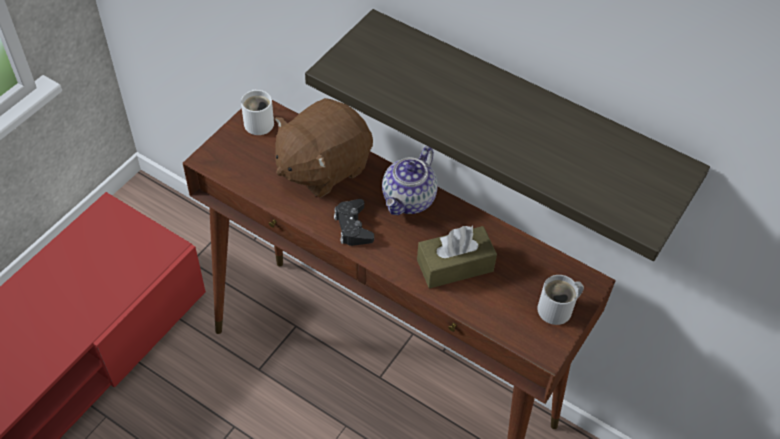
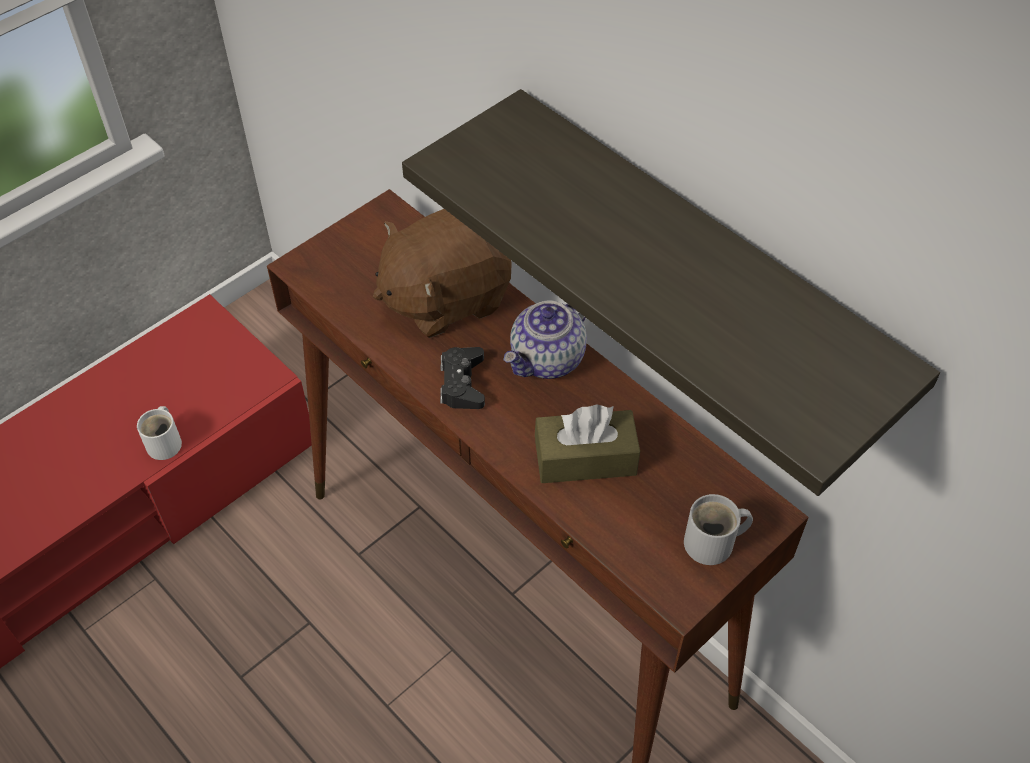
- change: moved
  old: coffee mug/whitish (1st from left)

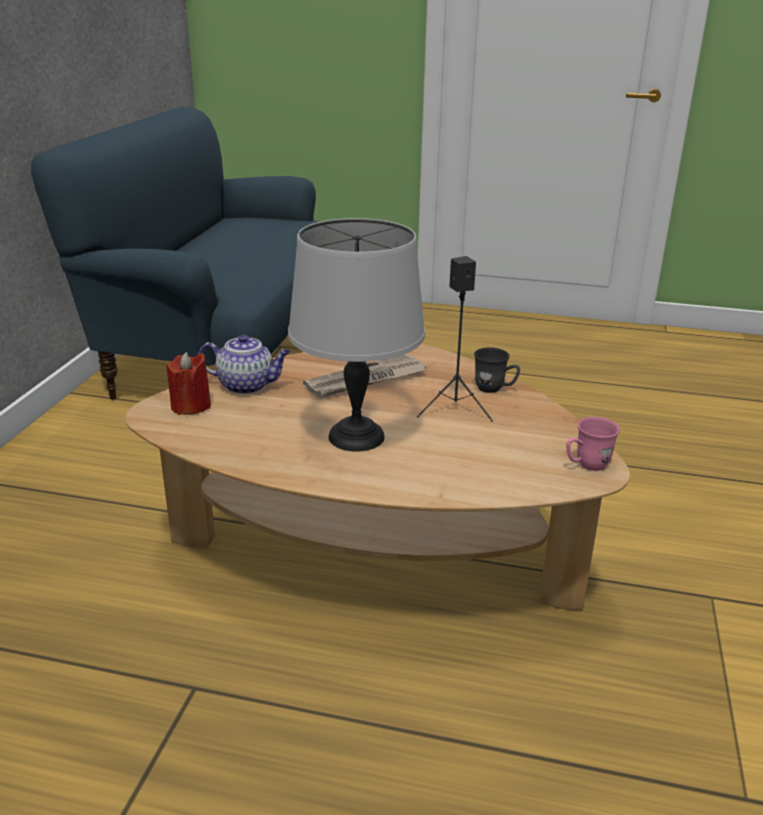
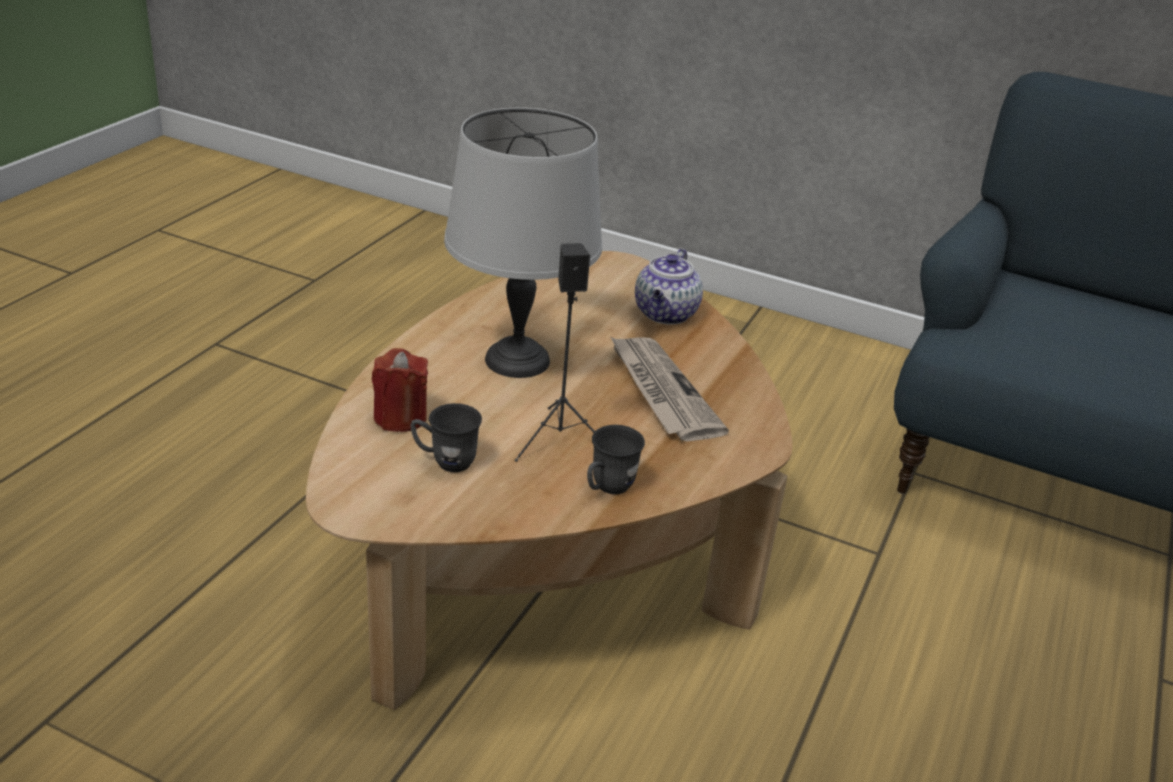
- change: moved
  old: wax candle/red
- change: removed
  old: coffee mug/pink-coloured
- change: added
  new: coffee mug/gray (1st from left)

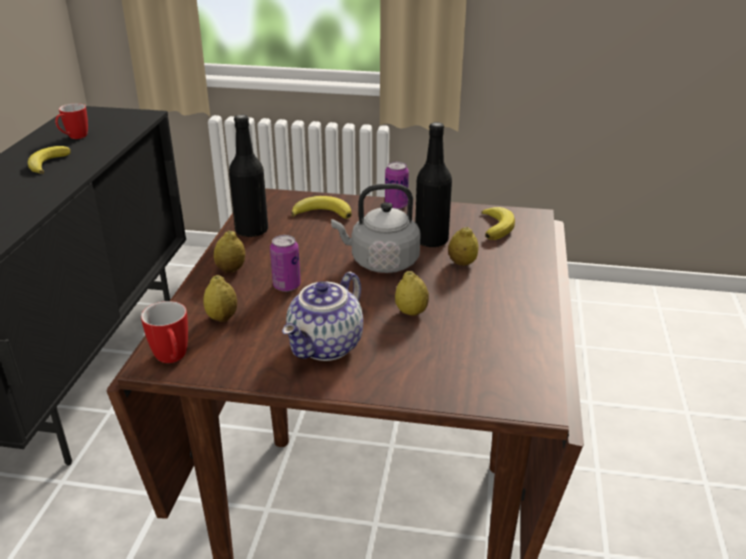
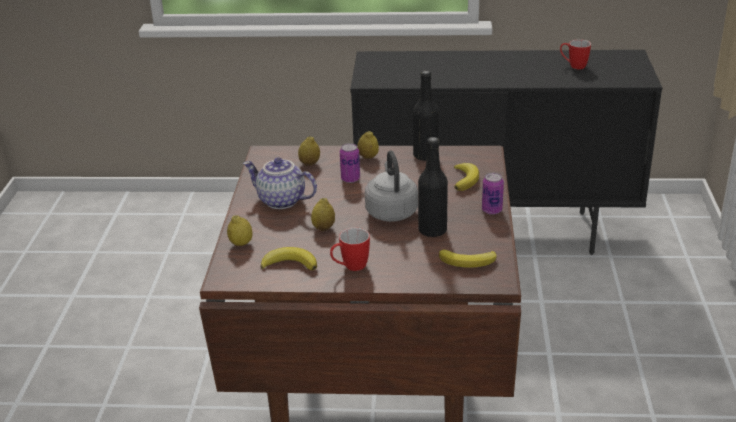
- change: moved
  old: whole banana (1st from left)
- change: moved
  old: coffee mug (2nd from left in the first image)
  new: coffee mug (1st from left)
- change: moved
  old: lemon (4th from left in the first image)
  new: lemon (1st from left)

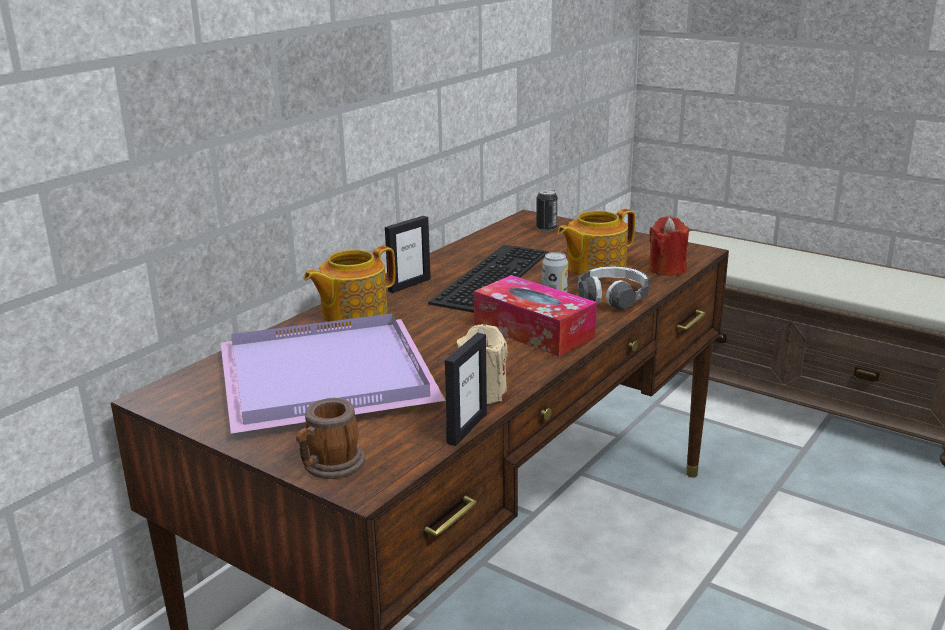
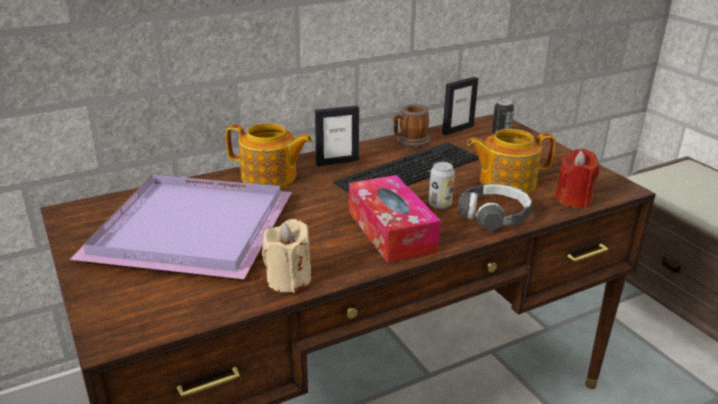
- change: moved
  old: coffee mug
- change: turned
  old: pot for tea (1st from left)
  degrees: -150
- change: moved
  old: picture frame (2nd from left)

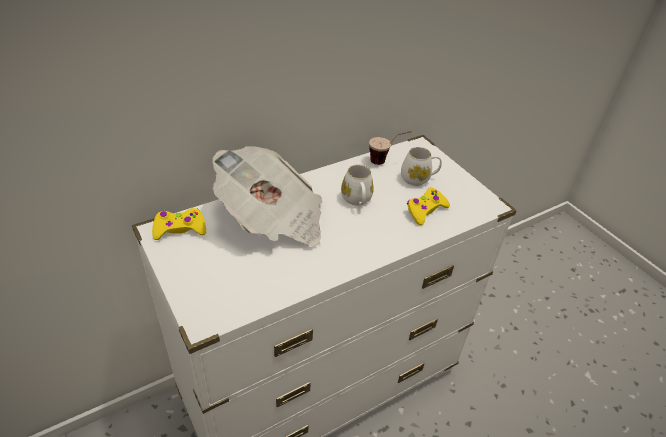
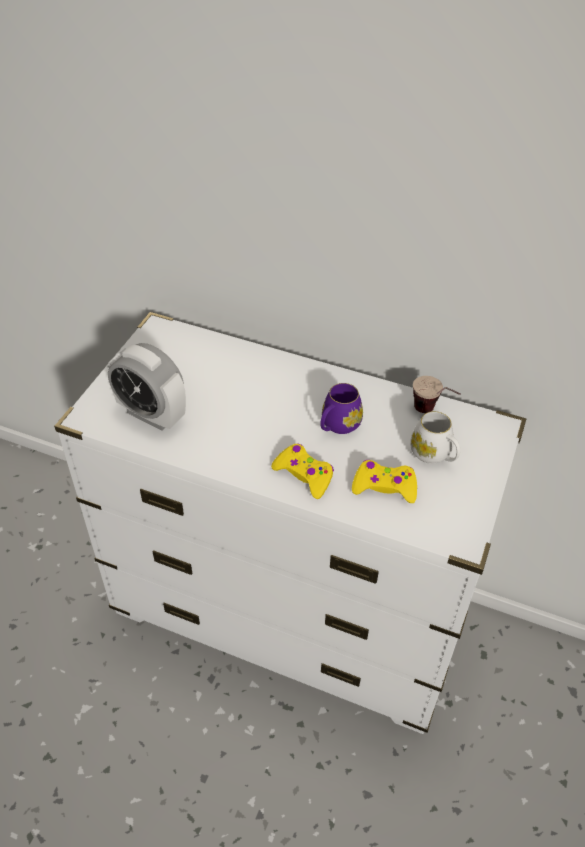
- change: moved
  old: game controller/yellowish (1st from left)
- change: removed
  old: daily paper
- change: recoloured
  old: coffee mug/whitish (1st from left)
  new: coffee mug/purplish
- change: added
  new: alarm clock

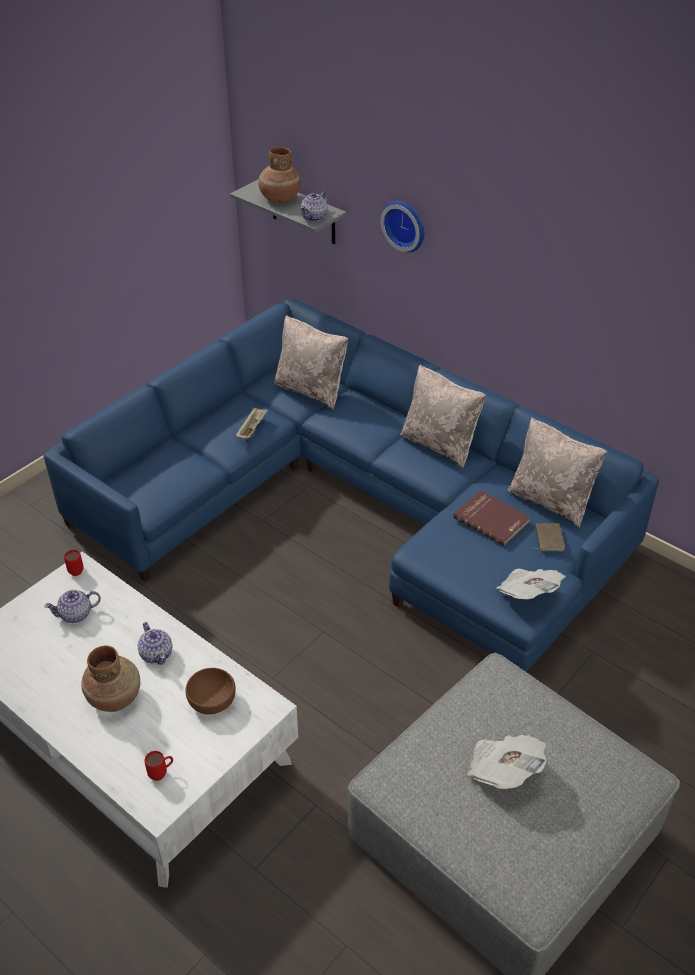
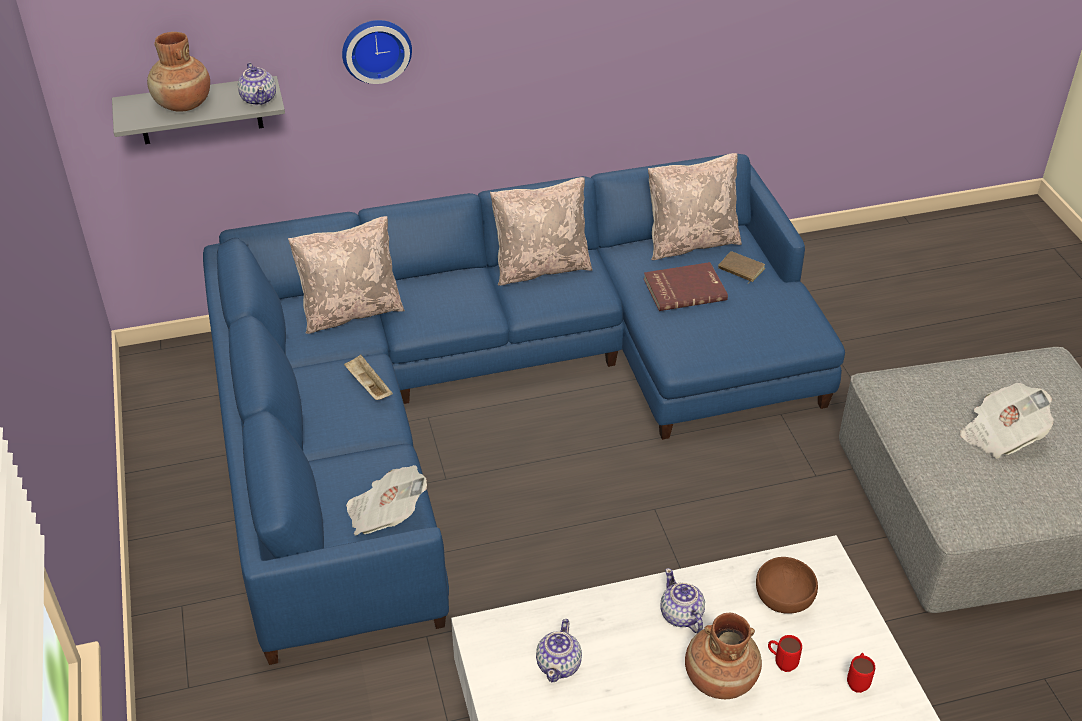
- change: moved
  old: coffee mug/red (1st from left)
- change: turned
  old: pot for tea (2nd from left in the first image)
  degrees: -120
- change: moved
  old: daily paper (2nd from left in the first image)
  new: daily paper (1st from left)

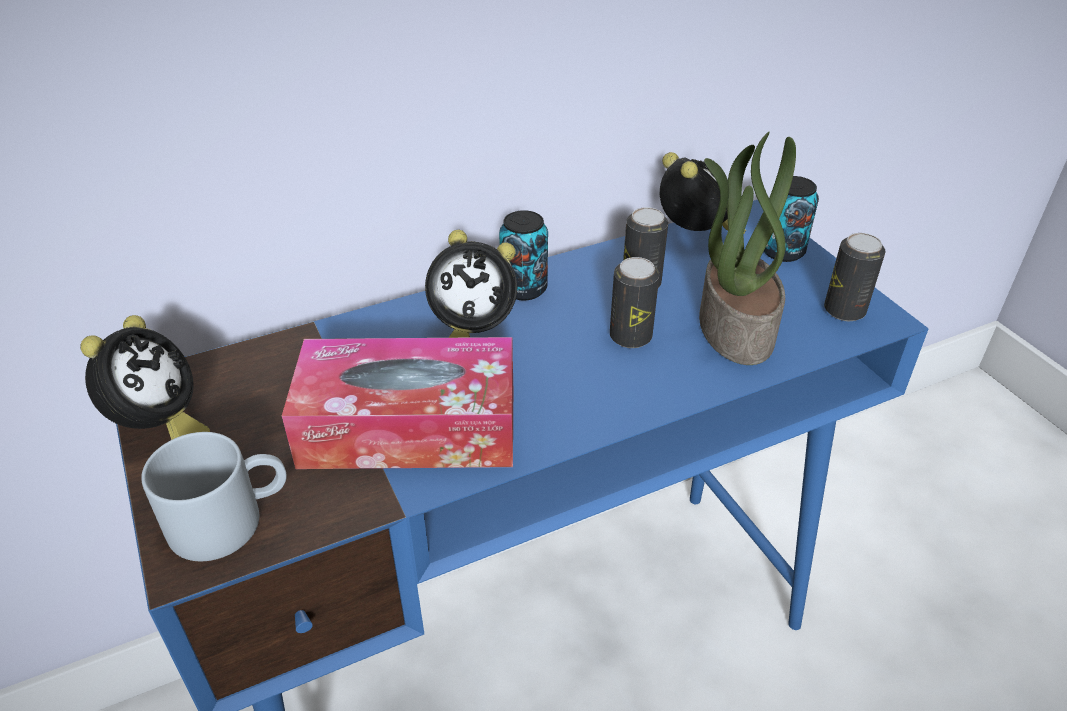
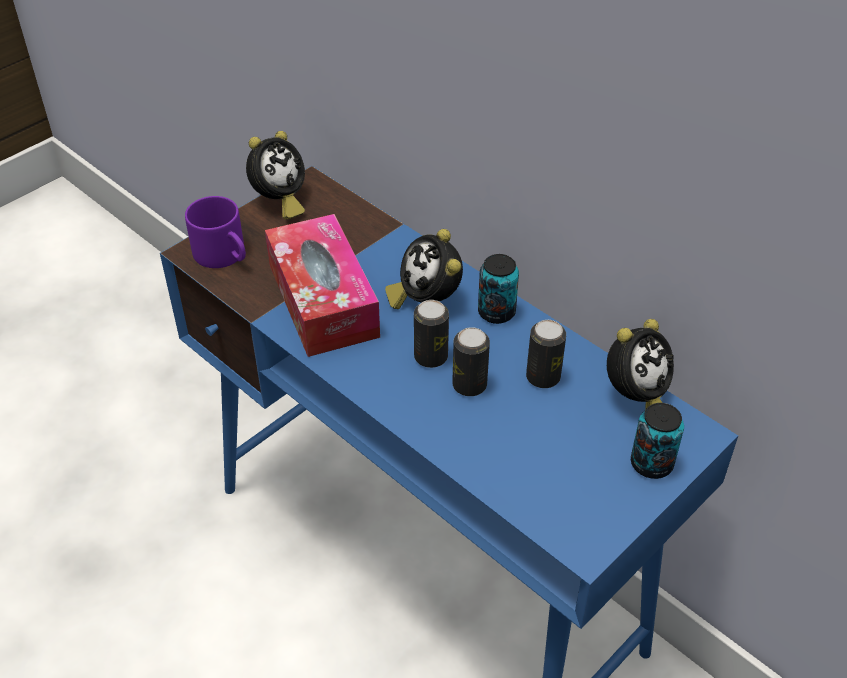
- change: turned
  old: alarm clock (1st from left)
  degrees: -45
- change: recoloured
  old: coffee mug/gray
  new: coffee mug/purplish
- change: removed
  old: houseplant
- change: moved
  old: sealed can (5th from left in the first image)
  new: sealed can (1st from left)

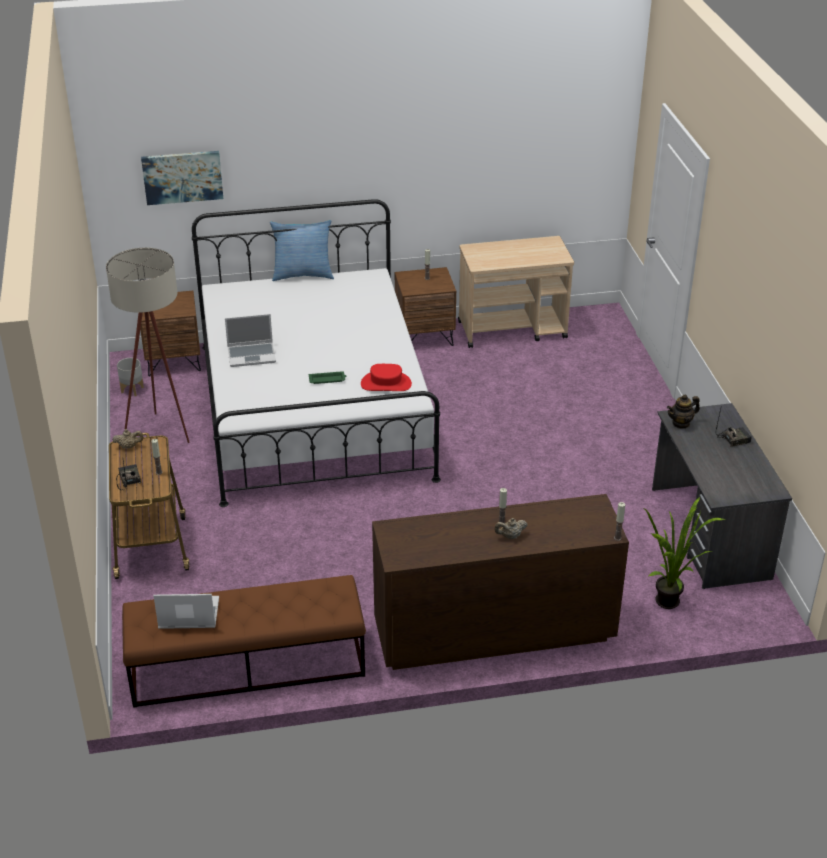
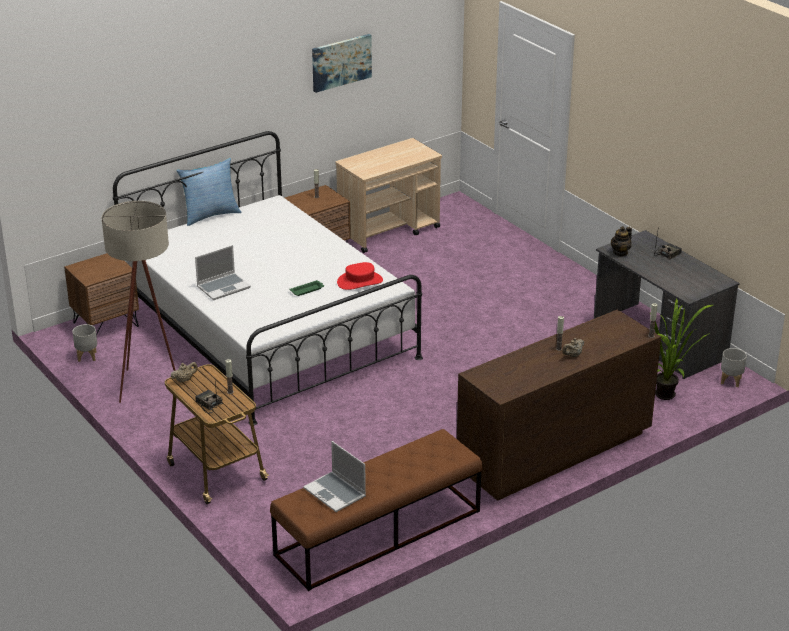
- change: moved
  old: wall picture
- change: turned
  old: notebook computer (1st from left in the first image)
  degrees: -105
- change: added
  new: planter/gray (2nd from left)

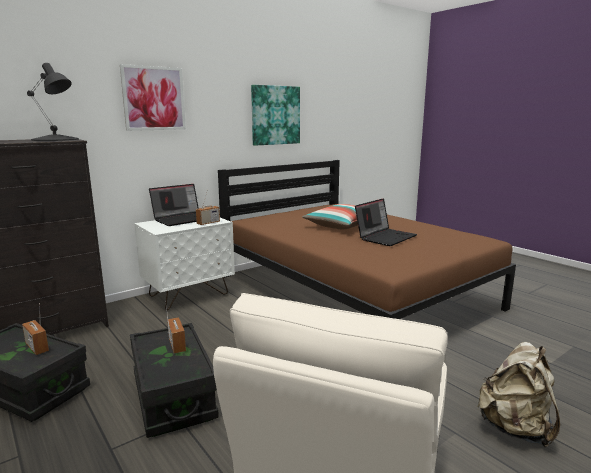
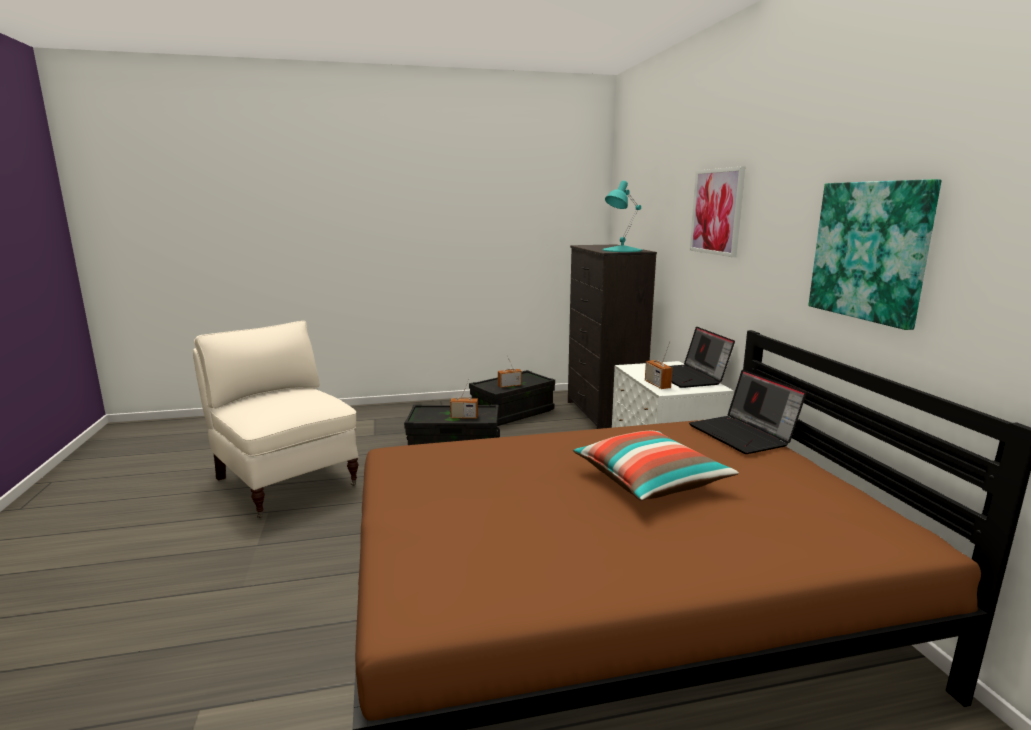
- change: recoloured
  old: table lamp/blackish
  new: table lamp/turquoise-coloured
- change: moved
  old: notebook computer (2nd from left)
- change: removed
  old: rucksack/beige-coloured

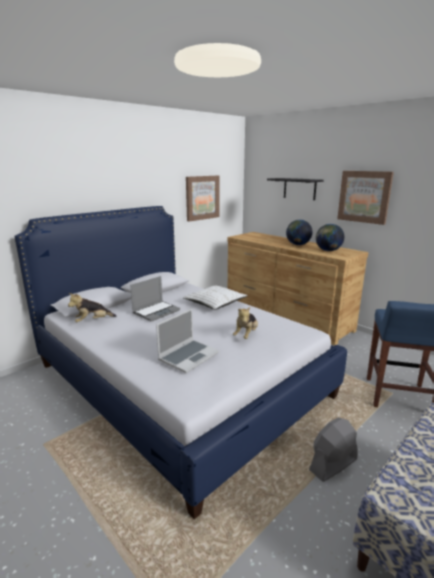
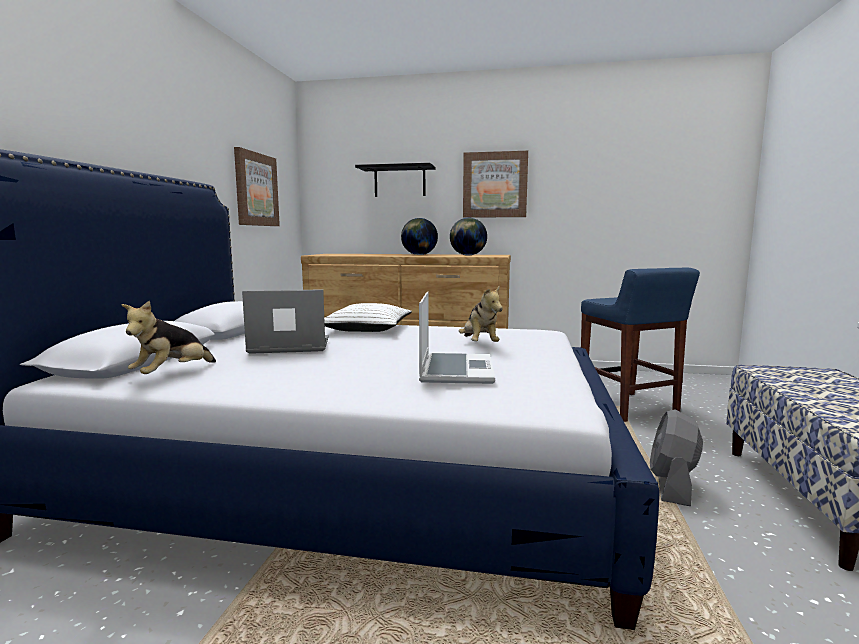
- change: turned
  old: notebook computer (1st from left)
  degrees: -105

